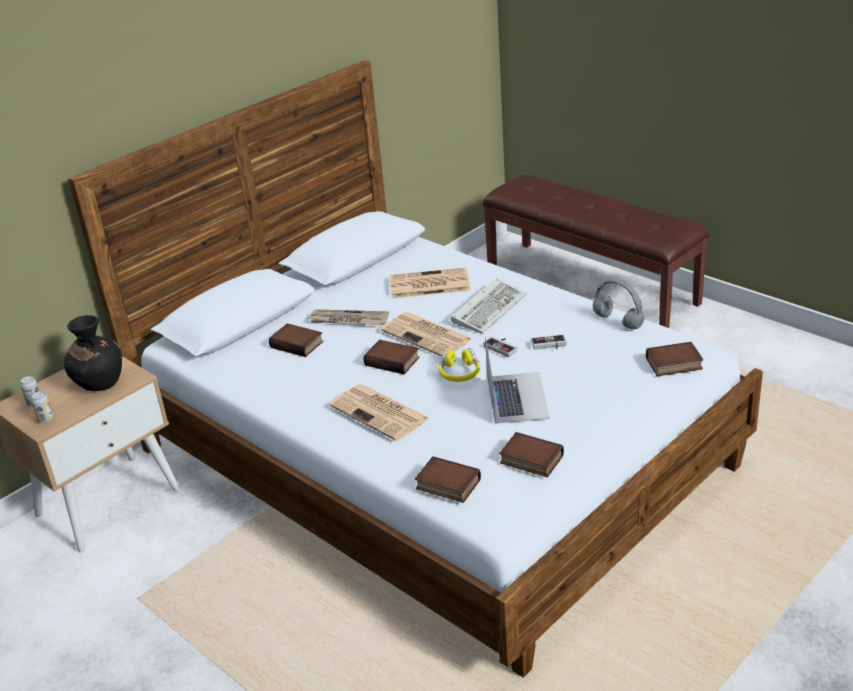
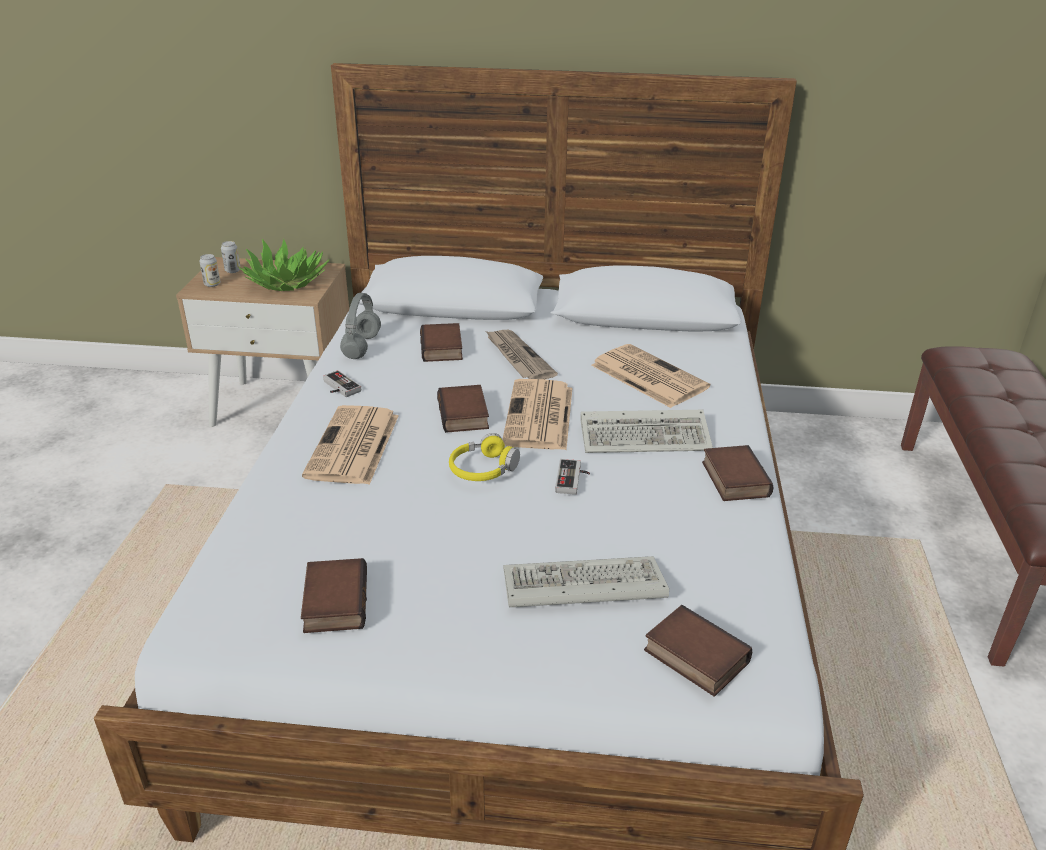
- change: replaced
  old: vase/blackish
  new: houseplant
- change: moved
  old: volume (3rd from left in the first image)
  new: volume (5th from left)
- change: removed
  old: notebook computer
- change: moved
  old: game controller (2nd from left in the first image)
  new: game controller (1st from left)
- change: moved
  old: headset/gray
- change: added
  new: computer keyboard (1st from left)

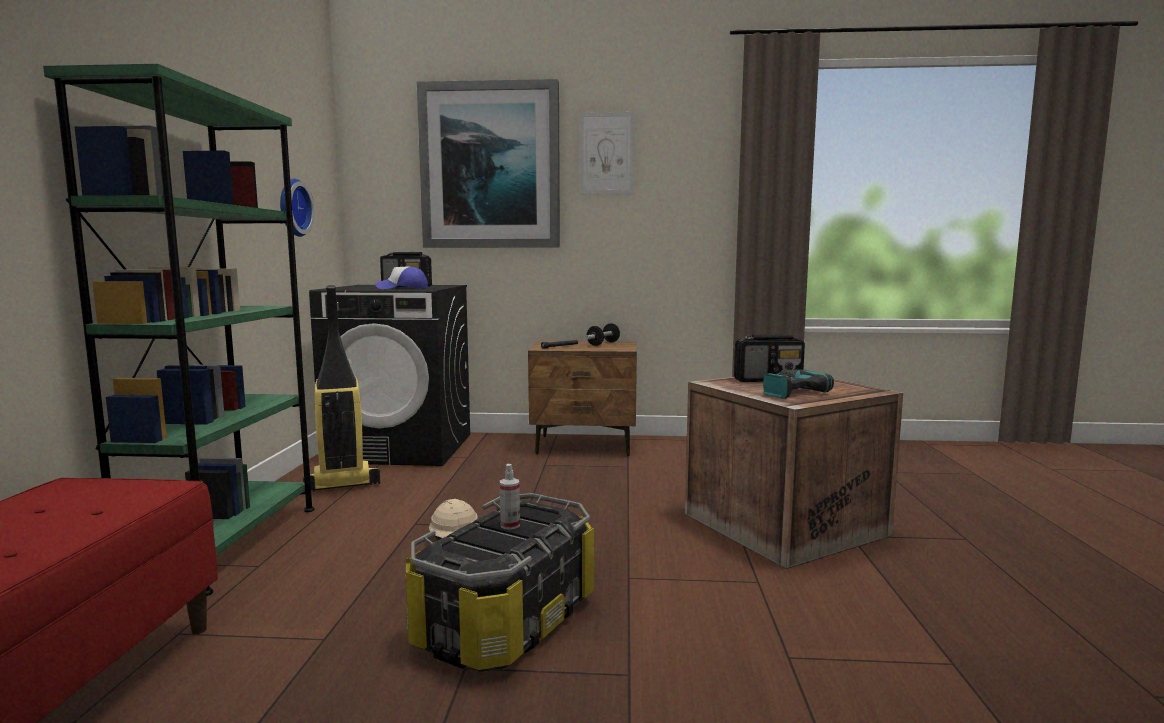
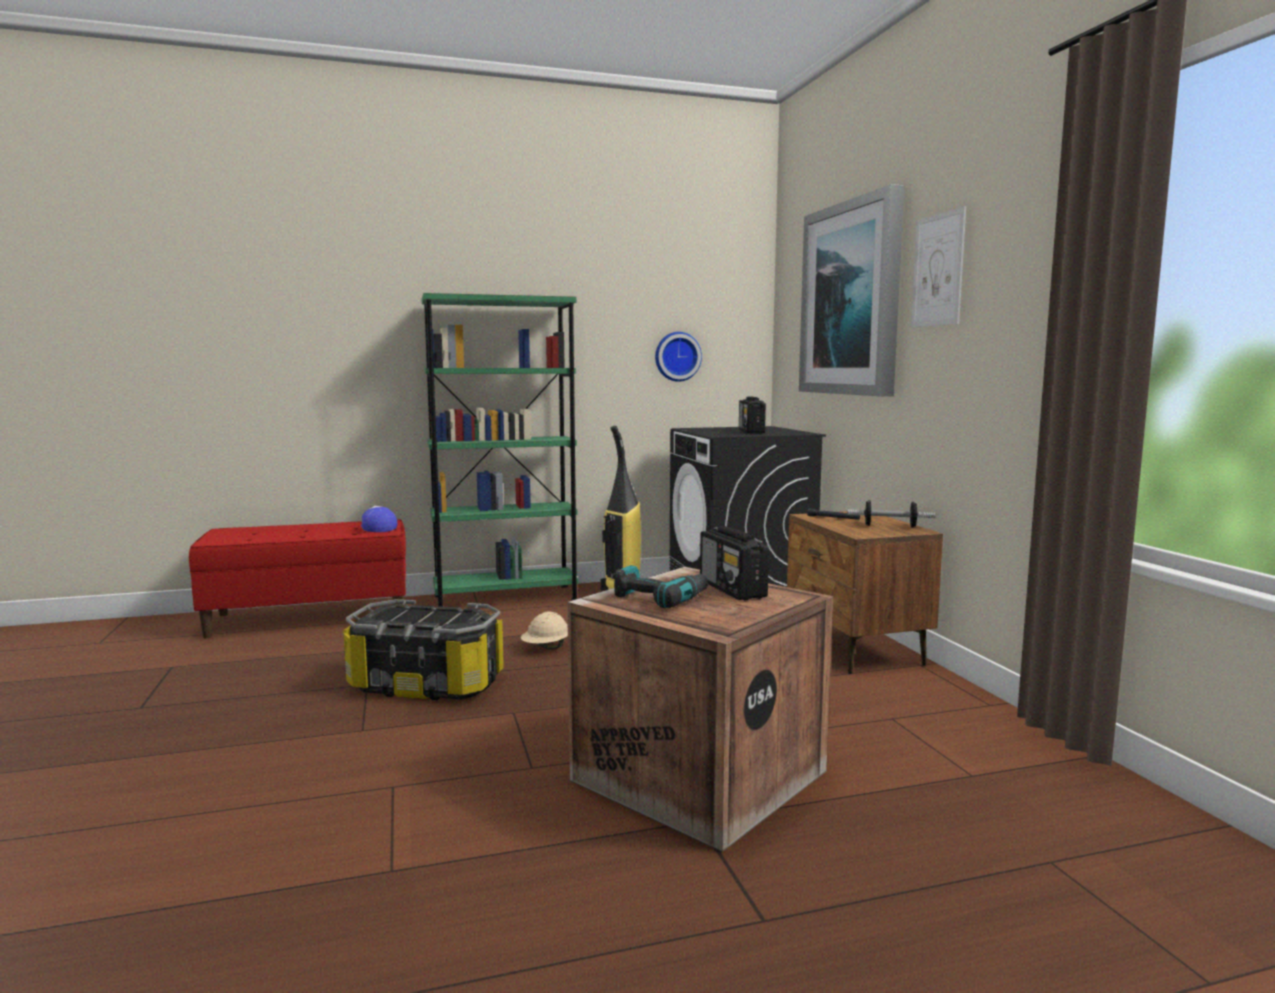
- change: moved
  old: baseball cap
- change: removed
  old: sprayer

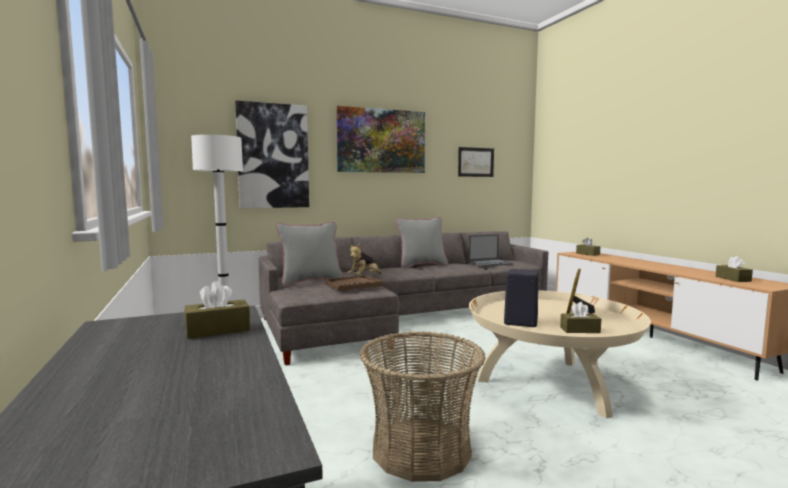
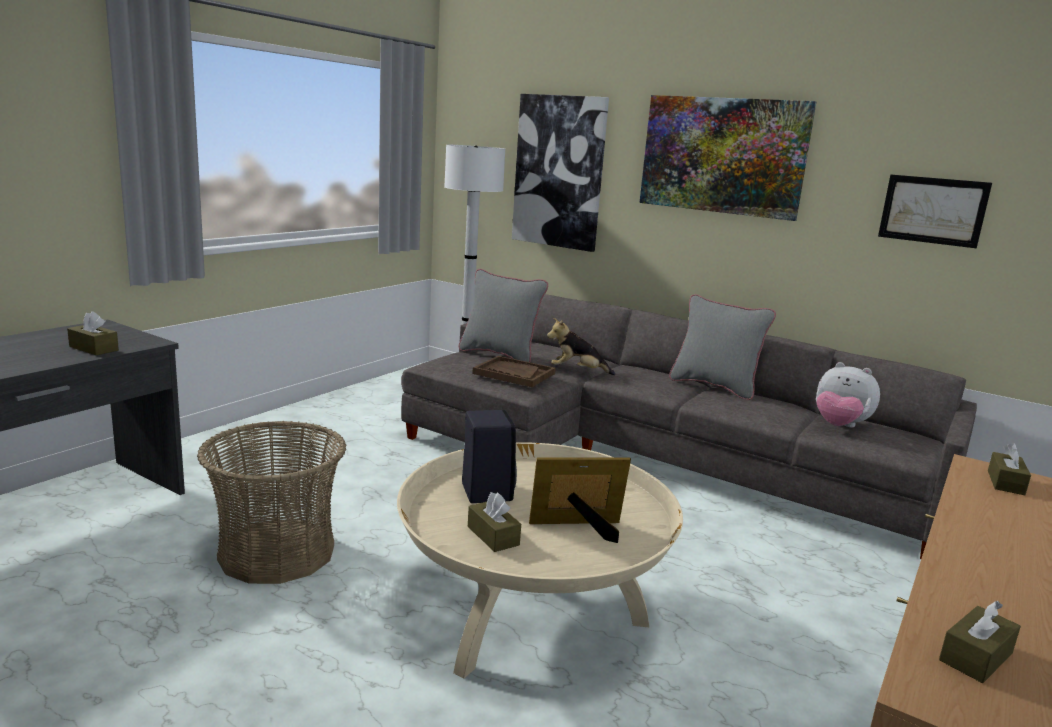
- change: replaced
  old: notebook computer
  new: cuddly toy (2nd from left)

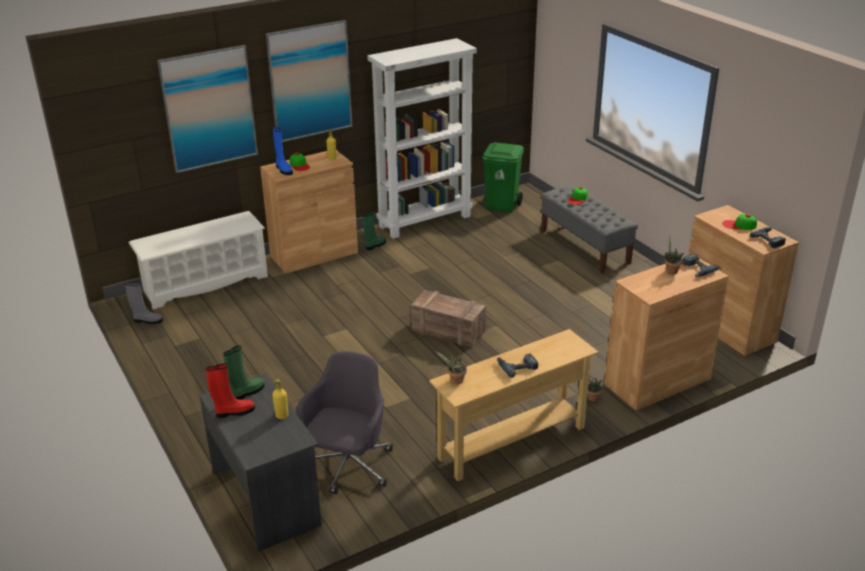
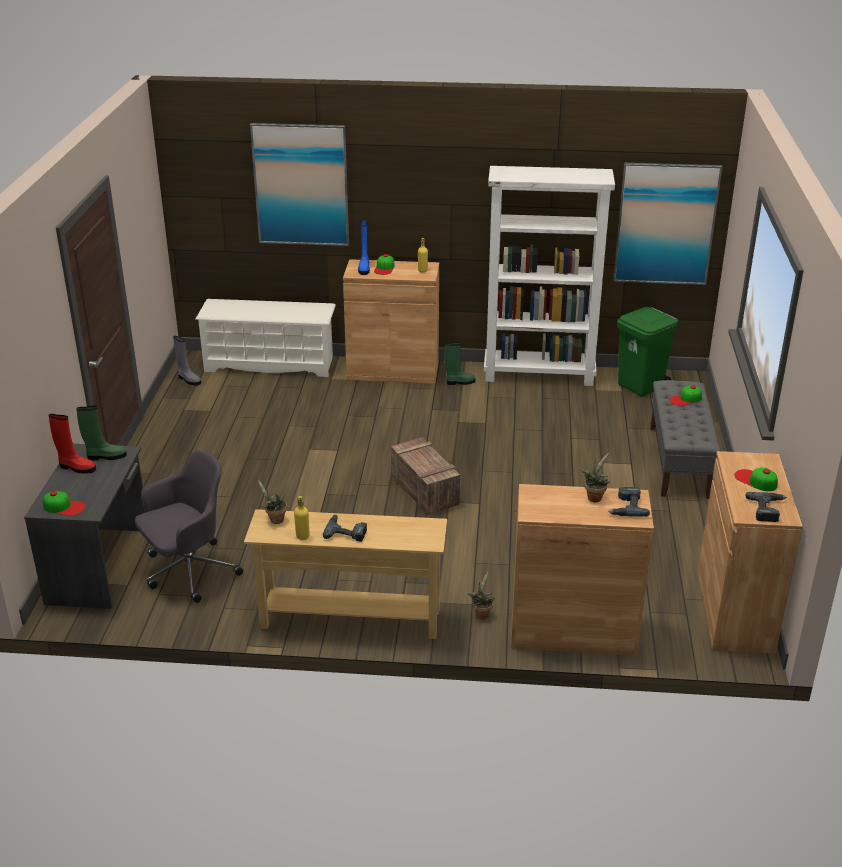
- change: moved
  old: wall picture (2nd from left)
- change: moved
  old: beverage bottle/yellowish (1st from left)
- change: added
  new: baseball cap (1st from left)

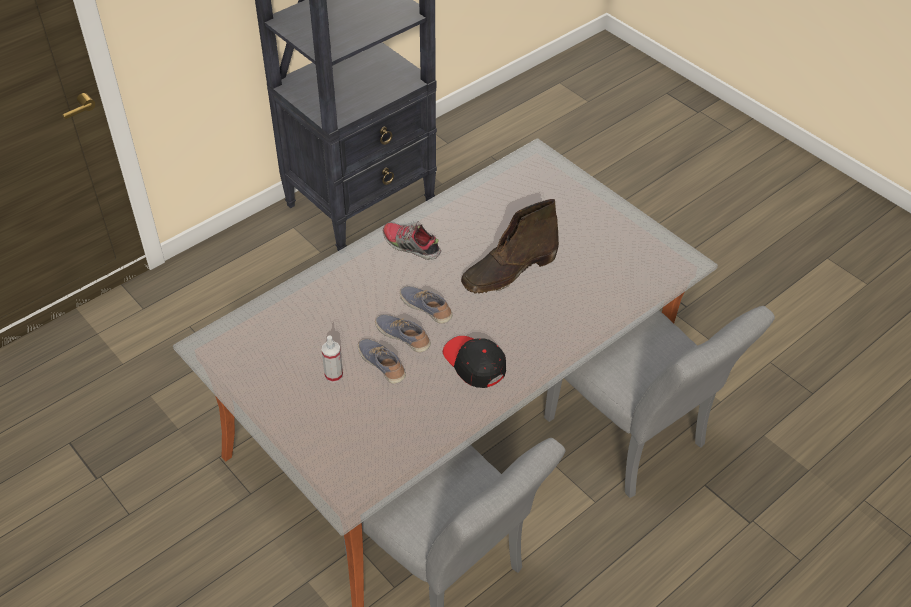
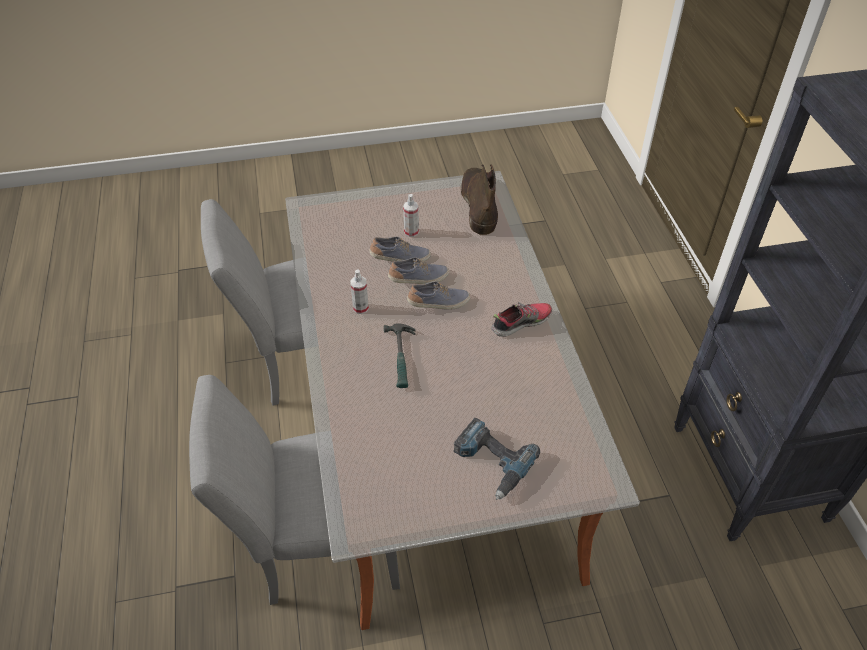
- change: replaced
  old: baseball cap/blackish
  new: sprayer (1st from left)
- change: moved
  old: boot/brownish
- change: added
  new: tool hammer
- change: added
  new: electric drill

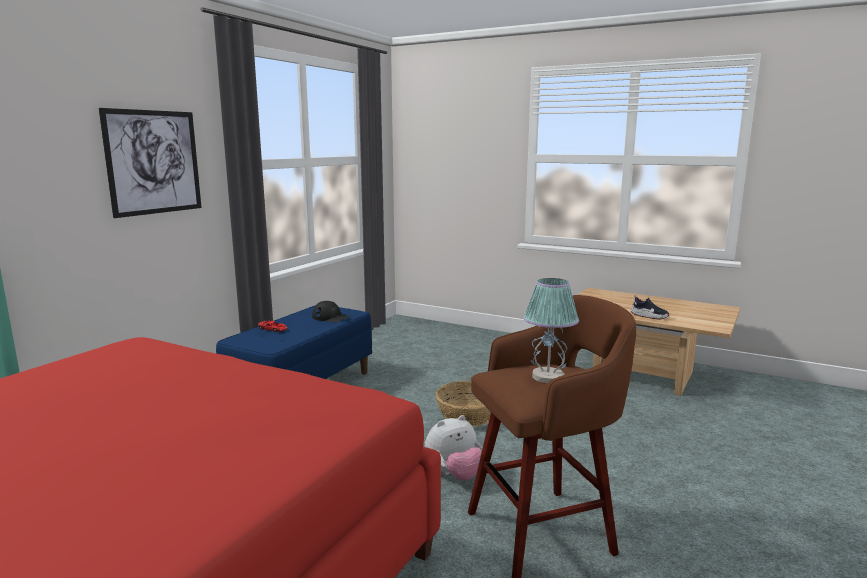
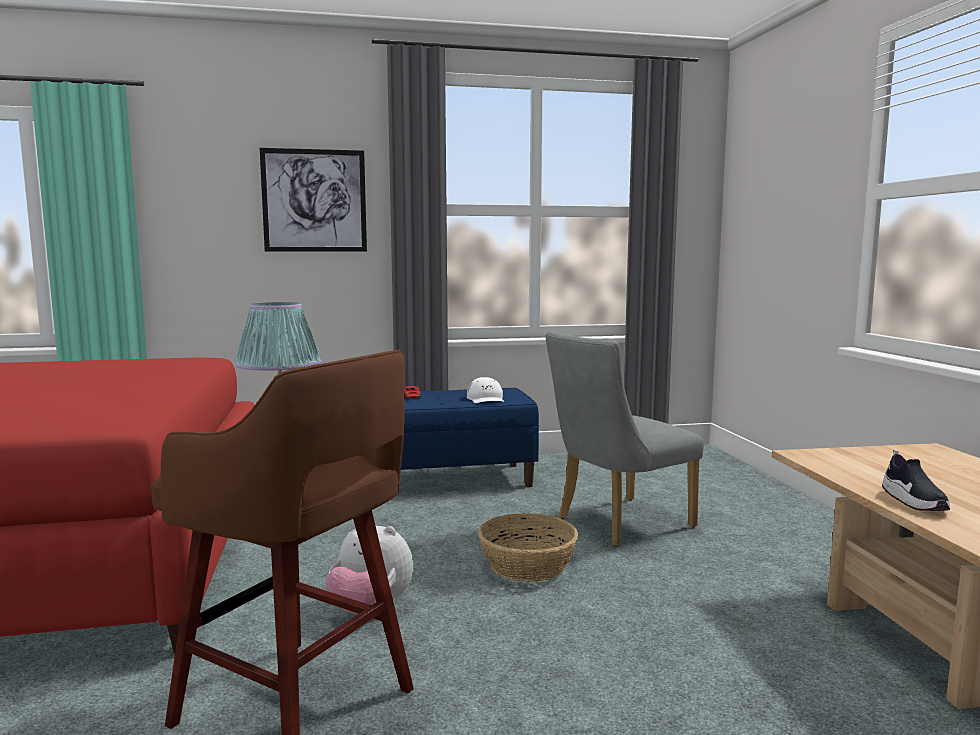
- change: recoloured
  old: baseball cap/blackish
  new: baseball cap/whitish
- change: added
  new: chair/gray

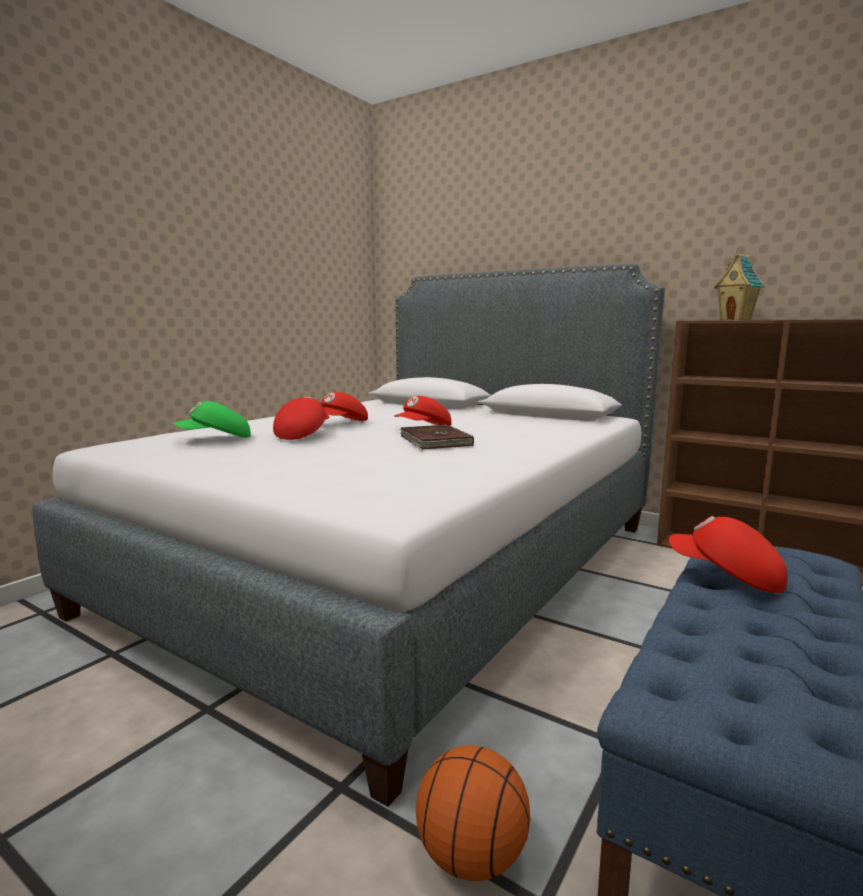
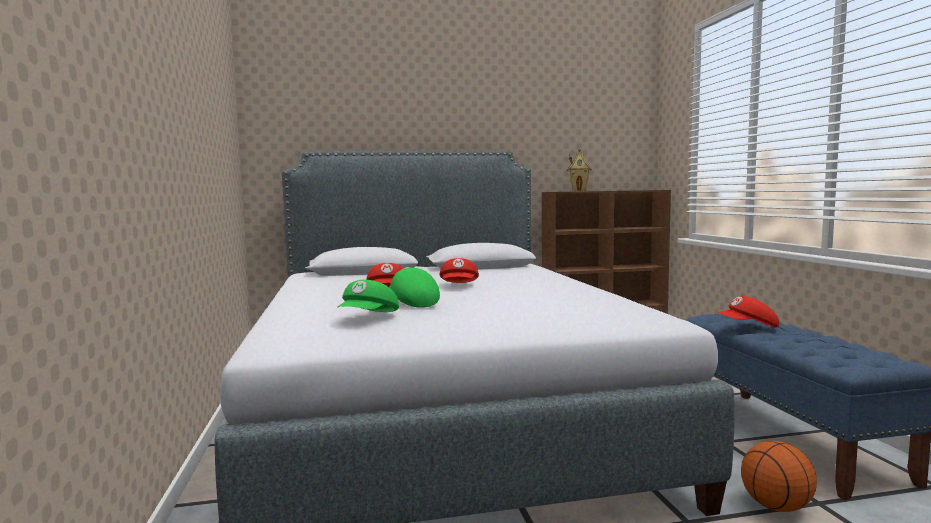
- change: recoloured
  old: baseball cap/red (1st from left)
  new: baseball cap/green-coloured (2nd from left)
- change: removed
  old: volume/brownish

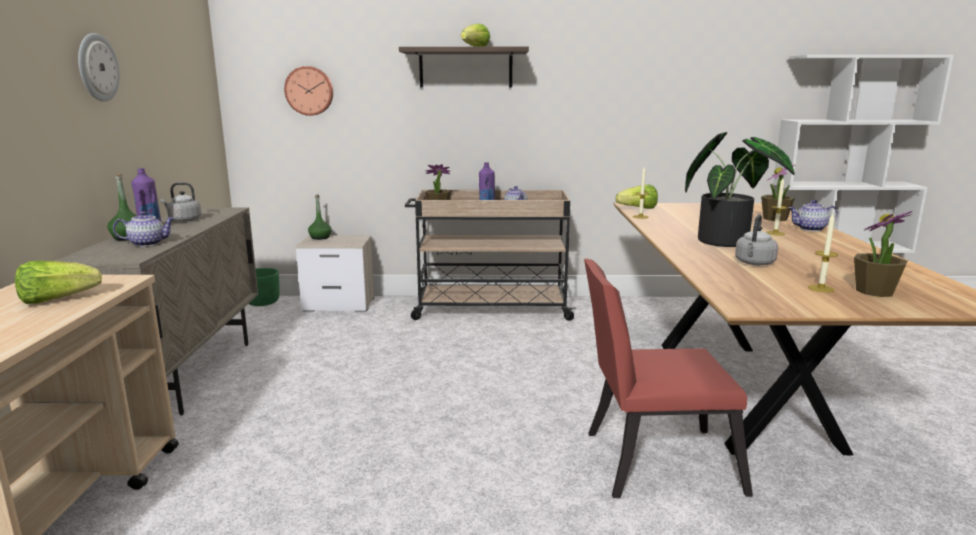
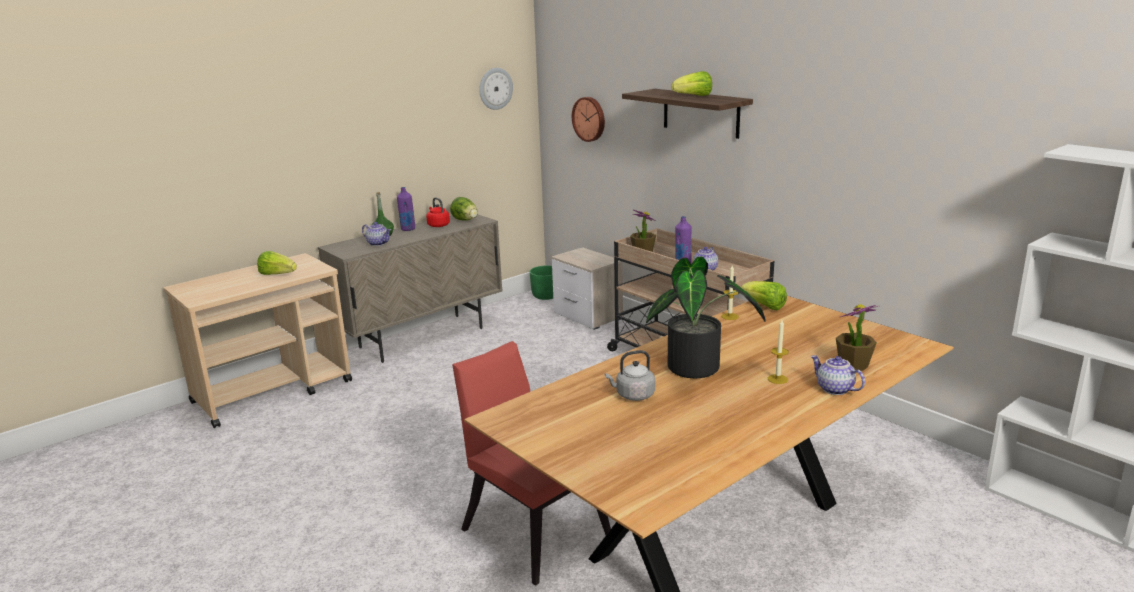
- change: moved
  old: clock on the wall (1st from left)
- change: recoloured
  old: tea kettle/gray (1st from left)
  new: tea kettle/red
- change: removed
  old: beverage bottle/green-coloured (2nd from left)
- change: removed
  old: wax candle (3rd from left)
- change: removed
  old: houseplant (4th from left)
- change: added
  new: head of lettuce (2nd from left)

